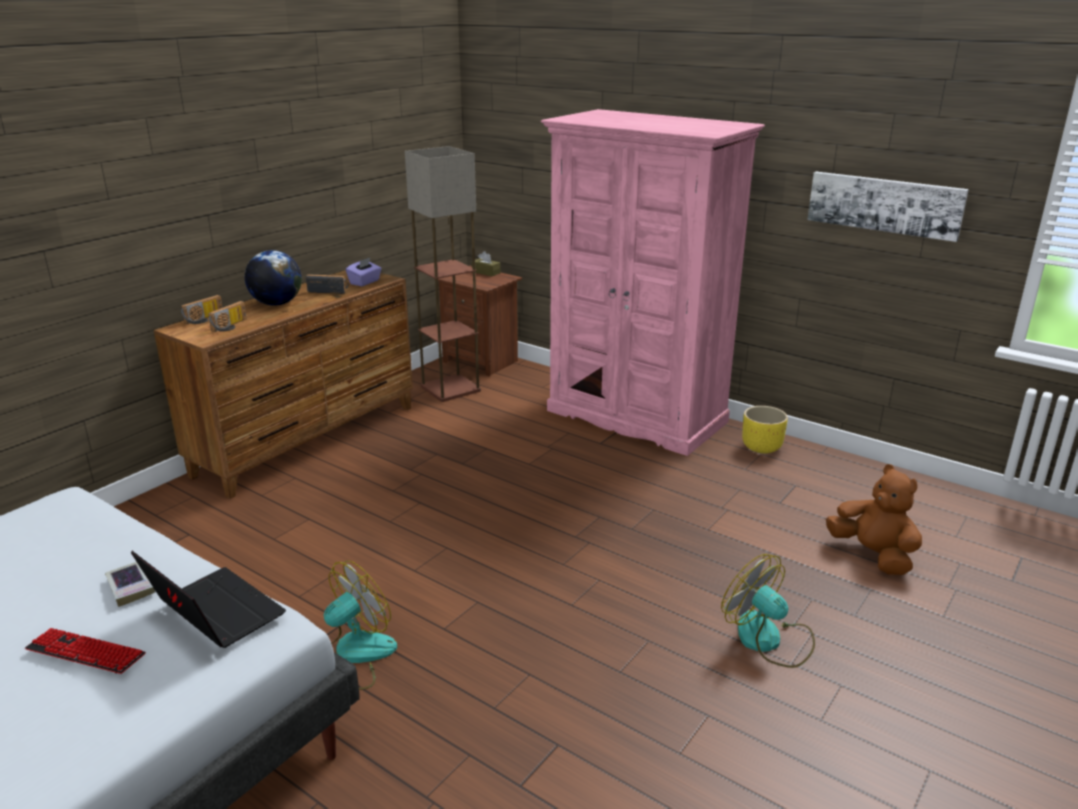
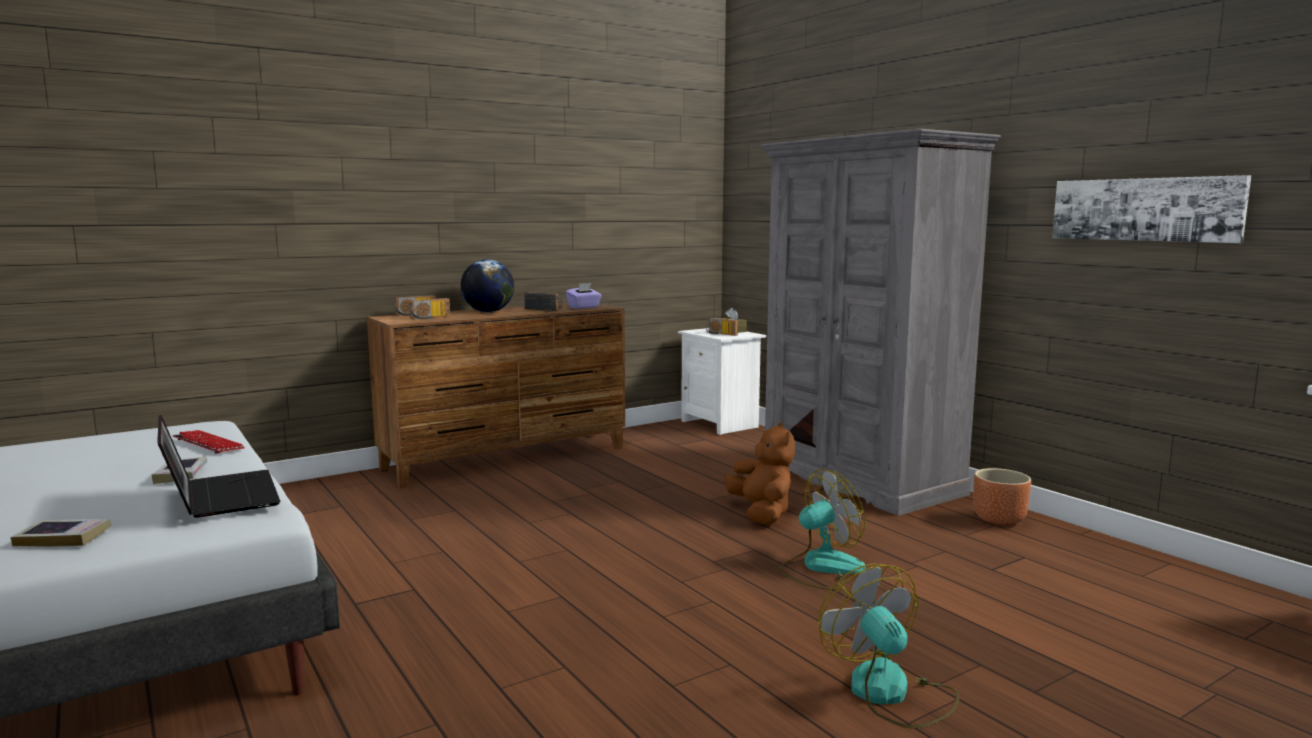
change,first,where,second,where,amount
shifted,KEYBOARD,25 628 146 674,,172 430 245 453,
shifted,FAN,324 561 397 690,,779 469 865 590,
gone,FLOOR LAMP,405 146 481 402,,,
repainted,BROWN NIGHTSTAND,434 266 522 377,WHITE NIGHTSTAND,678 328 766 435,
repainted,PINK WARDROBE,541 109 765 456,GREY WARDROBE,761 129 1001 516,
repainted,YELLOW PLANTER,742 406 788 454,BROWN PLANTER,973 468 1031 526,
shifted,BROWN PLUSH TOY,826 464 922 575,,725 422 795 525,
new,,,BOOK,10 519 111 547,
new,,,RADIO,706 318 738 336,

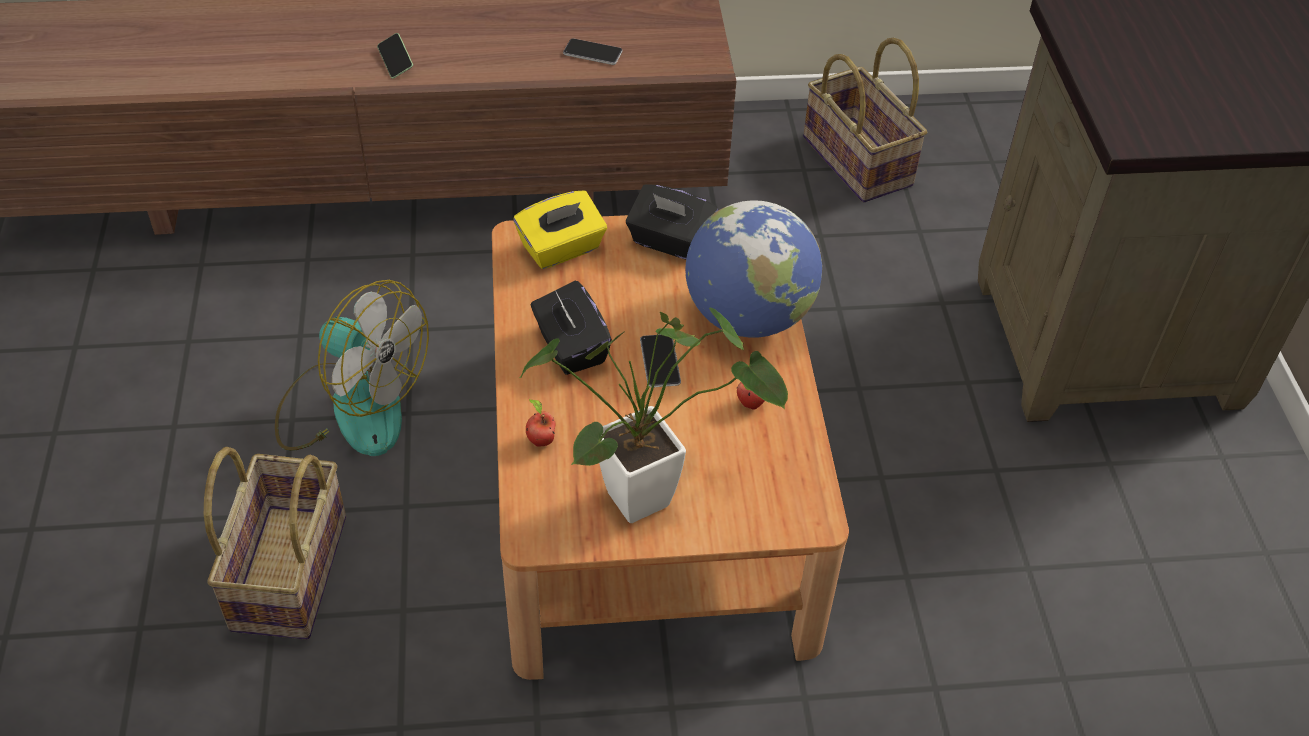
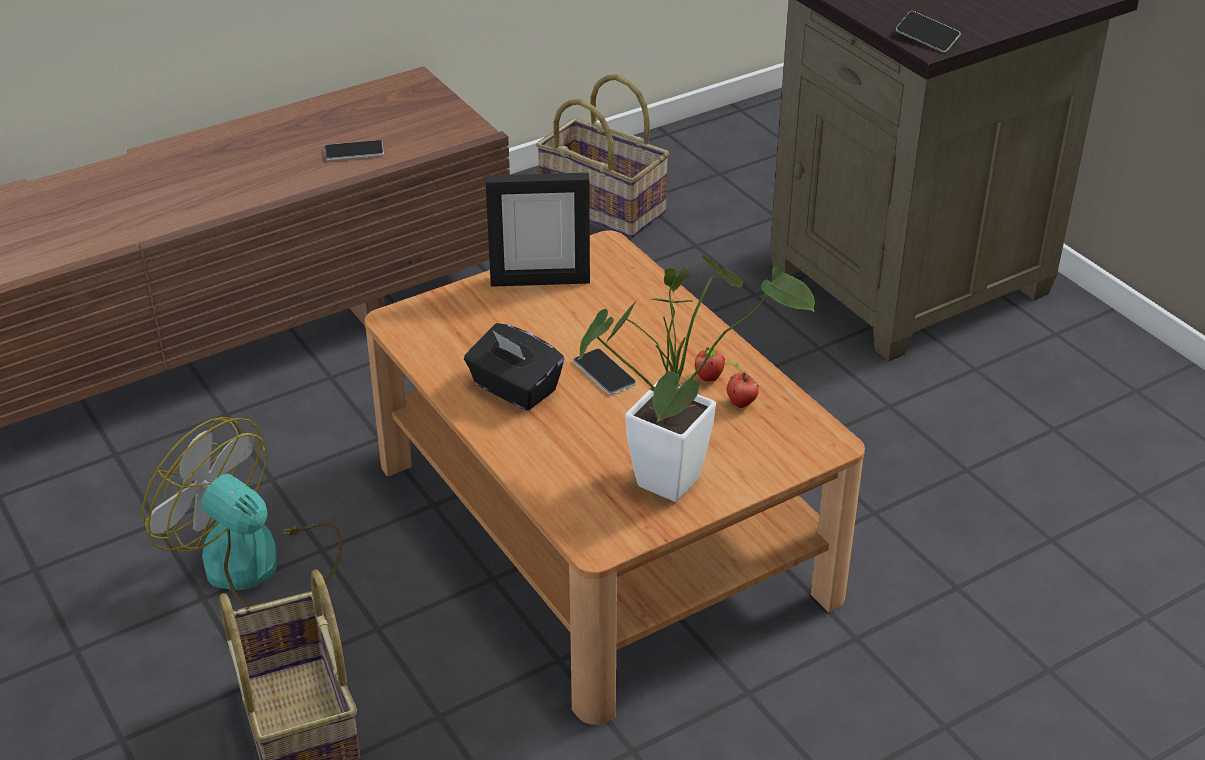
change,first,where,second,where,amount
rotated,FAN,275 280 429 456,,142 417 342 607,150 degrees counterclockwise
shifted,PHONE,377 33 413 79,,896 11 961 53,
gone,YELLOW TISSUE BOX,514 191 607 269,,,
shifted,APPLE,526 399 556 447,,725 362 759 408,
swapped,BLACK TISSUE BOX,626 185 718 259,PICTURE FRAME,486 173 590 287,
gone,GLOBE,685 200 822 338,,,

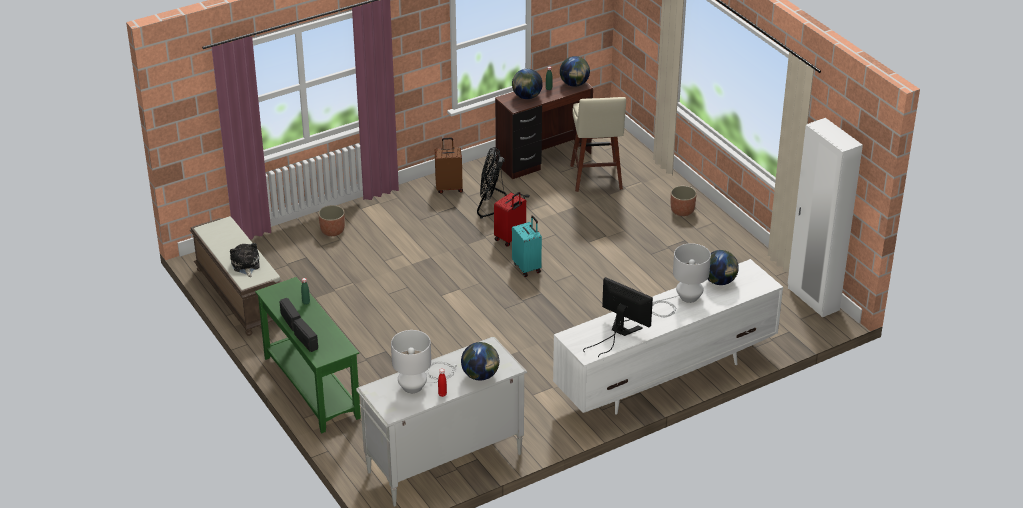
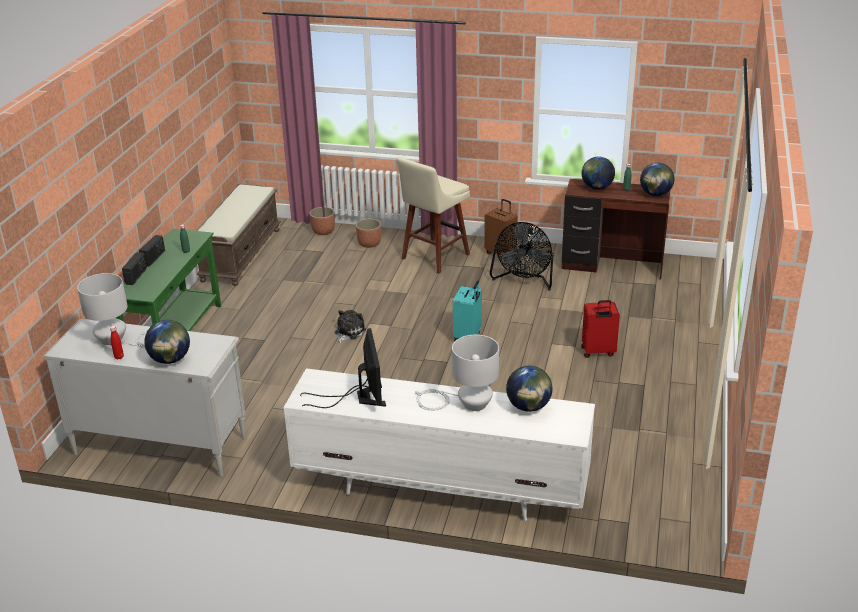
change,first,where,second,where,amount
shifted,PLUSH TOY,230 243 260 277,,335 310 366 343,
rotated,BLACK FAN,477 147 529 218,,490 222 554 291,120 degrees counterclockwise
shifted,RED SUITCASE,494 192 526 246,,581 300 620 358,
shifted,BEIGE STOOL,570 97 626 192,,397 157 470 274,
shifted,PLANTER,671 186 697 216,,310 207 335 235,
gone,WHITE WARDROBE,787 118 863 317,,,

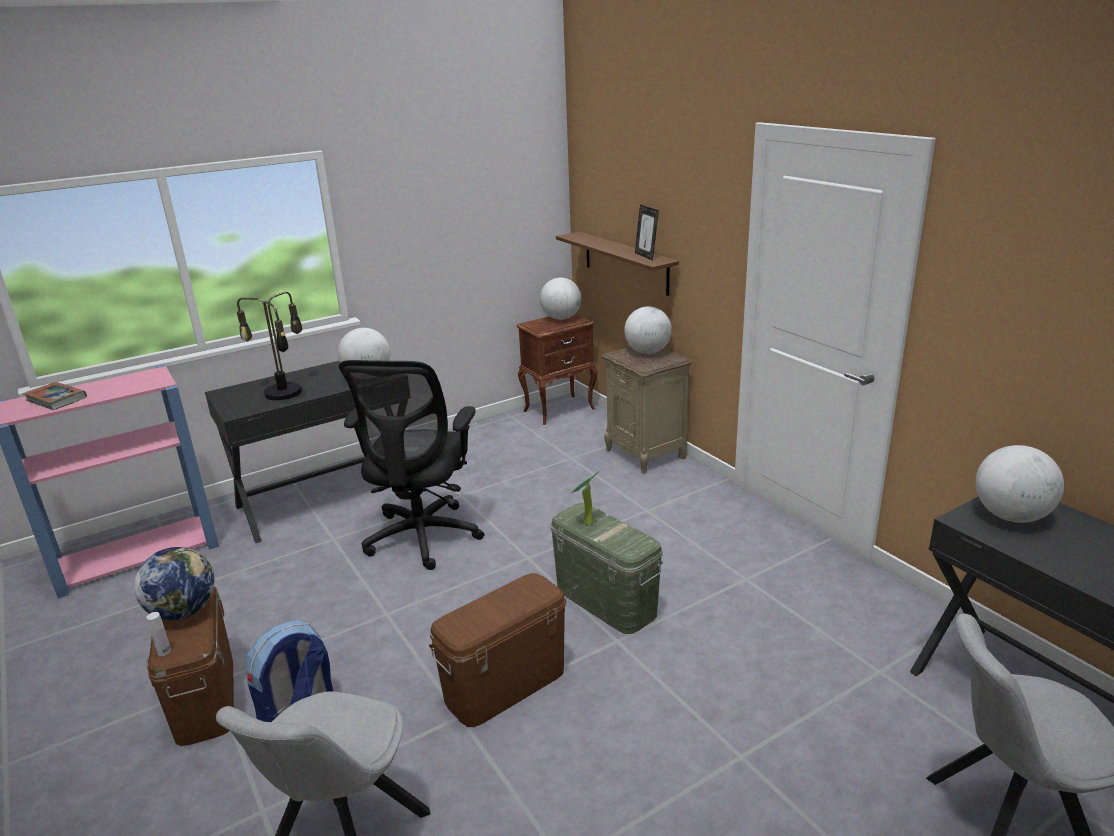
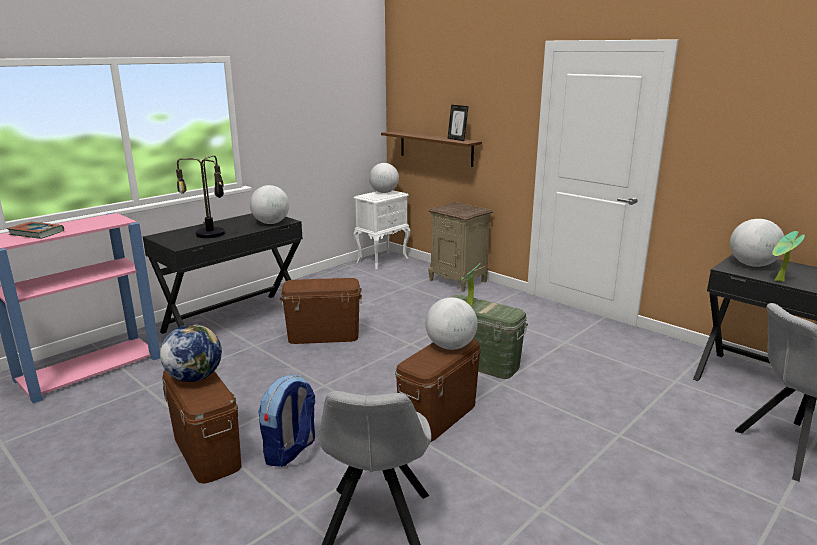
change,first,where,second,where,amount
gone,WHITE BOTTLE,146 612 171 656,,,
swapped,BLACK OFFICE CHAIR,339 360 485 570,BROWN STORAGE BOX,280 278 362 344,
repainted,BROWN NIGHTSTAND,517 314 598 425,WHITE NIGHTSTAND,353 190 410 269,
shifted,GLOBE,624 306 672 354,,425 298 478 350,
new,,,POTTED PLANT,772 231 805 282,

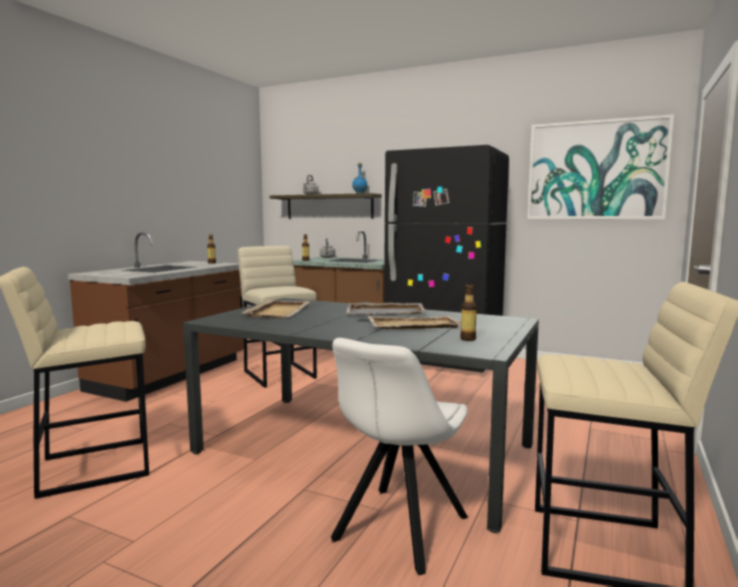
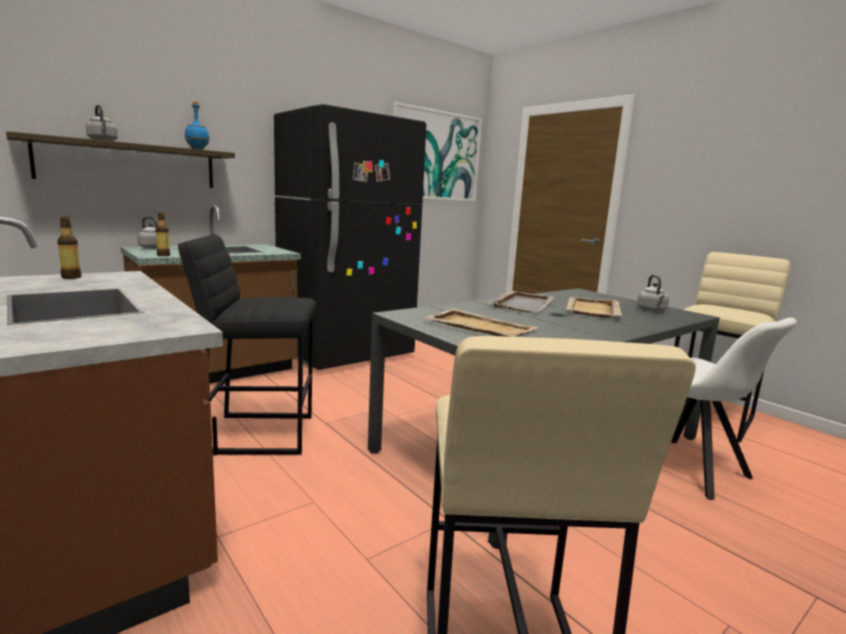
change,first,where,second,where,amount
repainted,BEIGE STOOL,238 246 317 388,BLACK STOOL,178 234 316 455,
swapped,BOTTLE,460 284 477 341,GREY KETTLE,637 275 669 312,

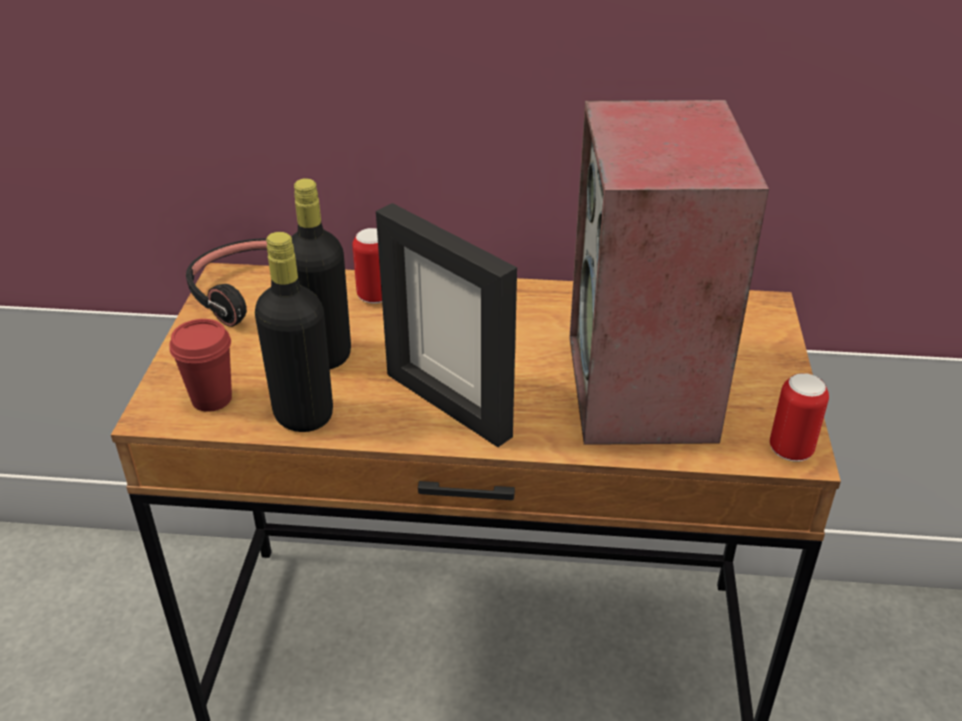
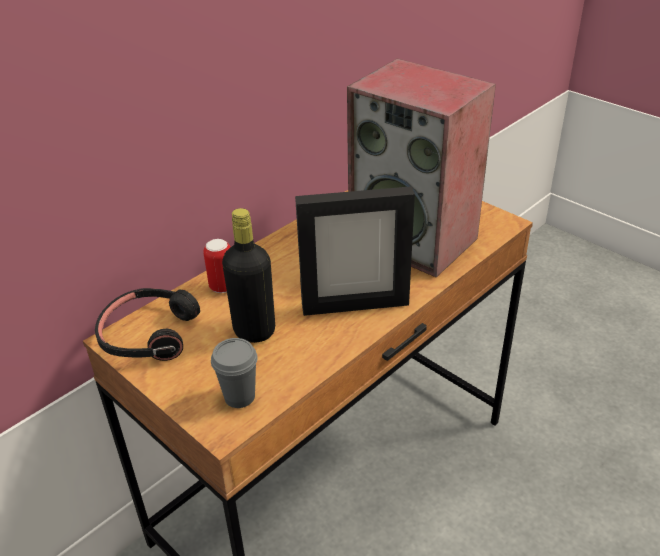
change,first,where,second,where,amount
repainted,RED CUP,169 319 232 412,GREY CUP,211 338 258 408,
gone,BLACK BOTTLE,255 232 333 432,,,
gone,CAN,770 373 829 462,,,

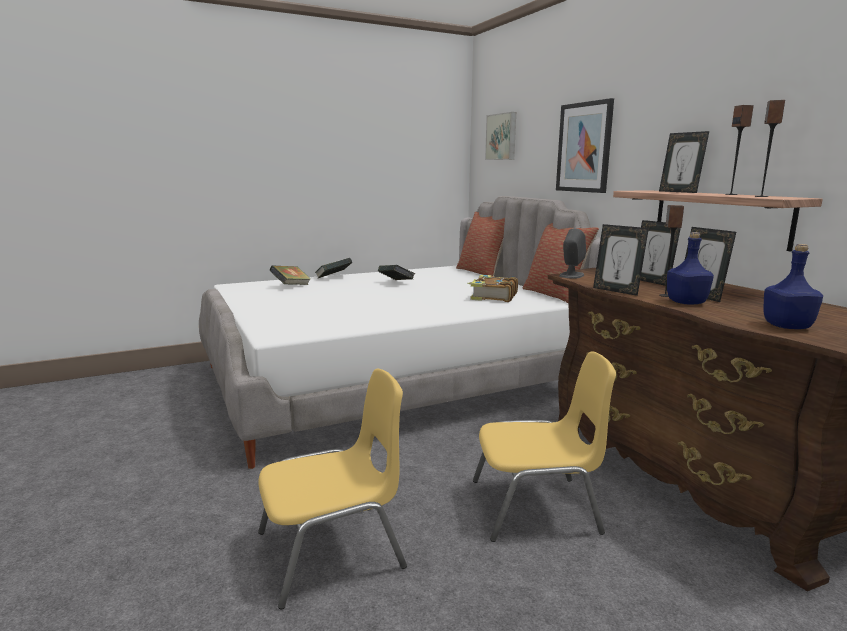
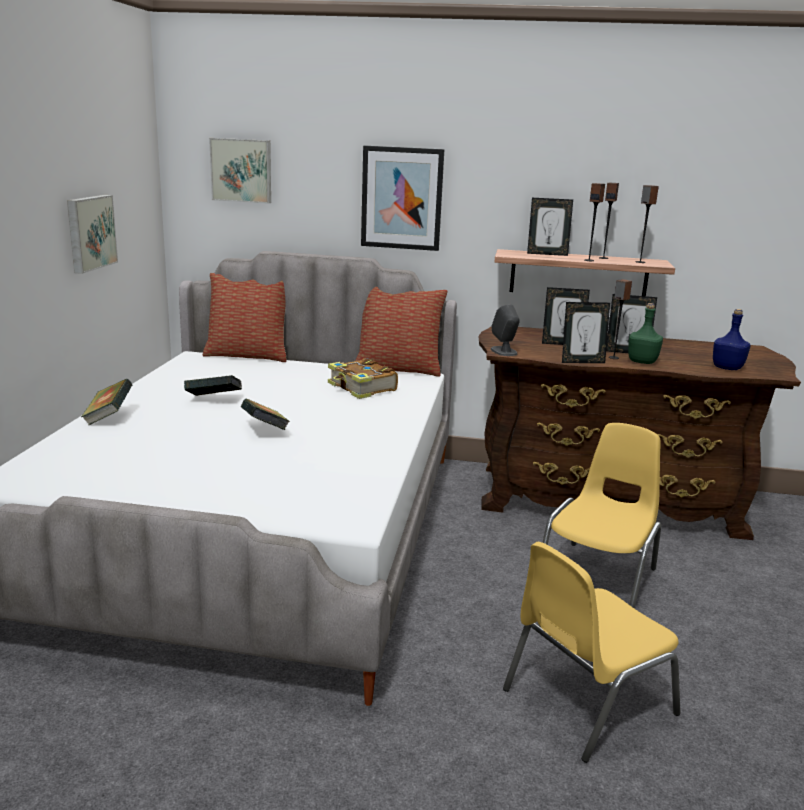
change,first,where,second,where,amount
rotated,YELLOW CHAIR,258 369 407 609,,503 542 680 763,135 degrees counterclockwise
shifted,BOOK,270 265 311 285,,241 399 290 430,
repainted,BLUE BOTTLE,667 232 714 304,GREEN BOTTLE,628 303 663 364,
new,,,PICTURE,67 195 118 274,
new,,,SPEAKER,585 183 605 261,

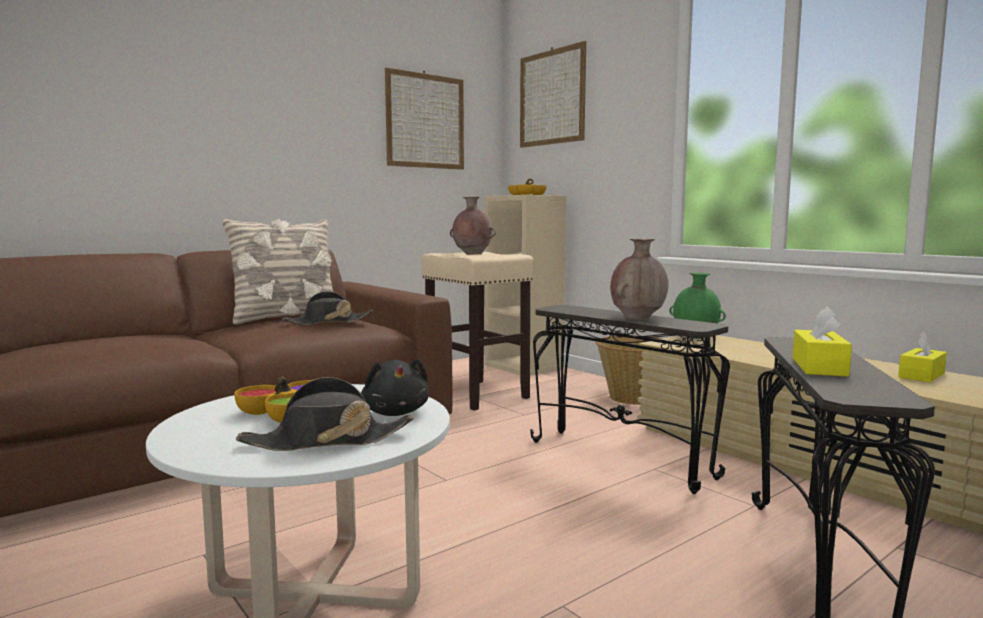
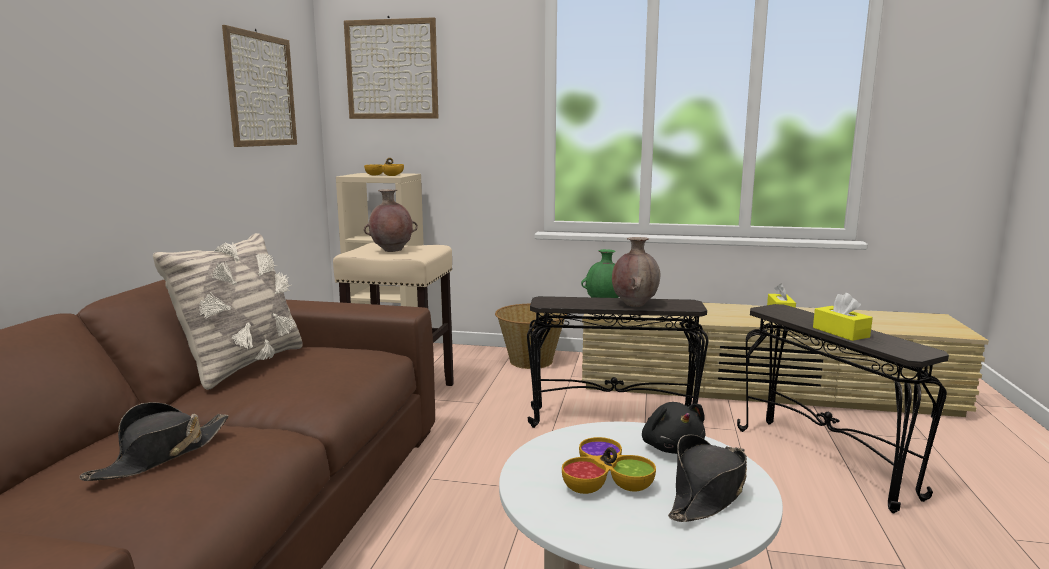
change,first,where,second,where,amount
shifted,BLACK HAT,282 291 373 325,,80 402 229 481,
rotated,BLACK PLUSH TOY,361 359 429 416,,642 402 705 454,45 degrees clockwise

